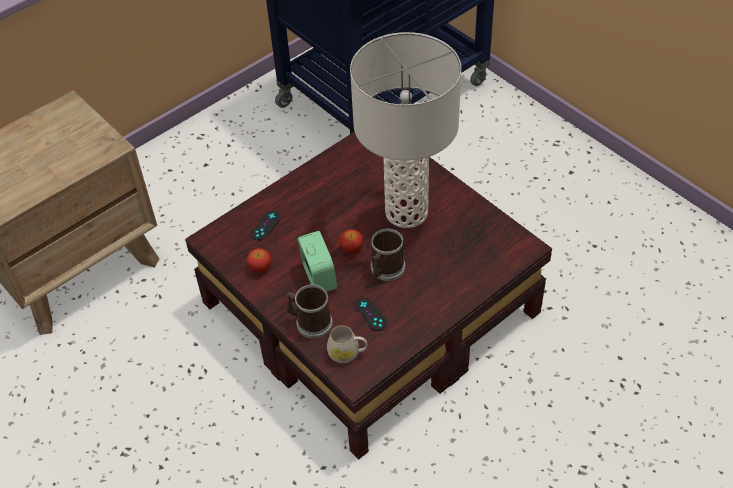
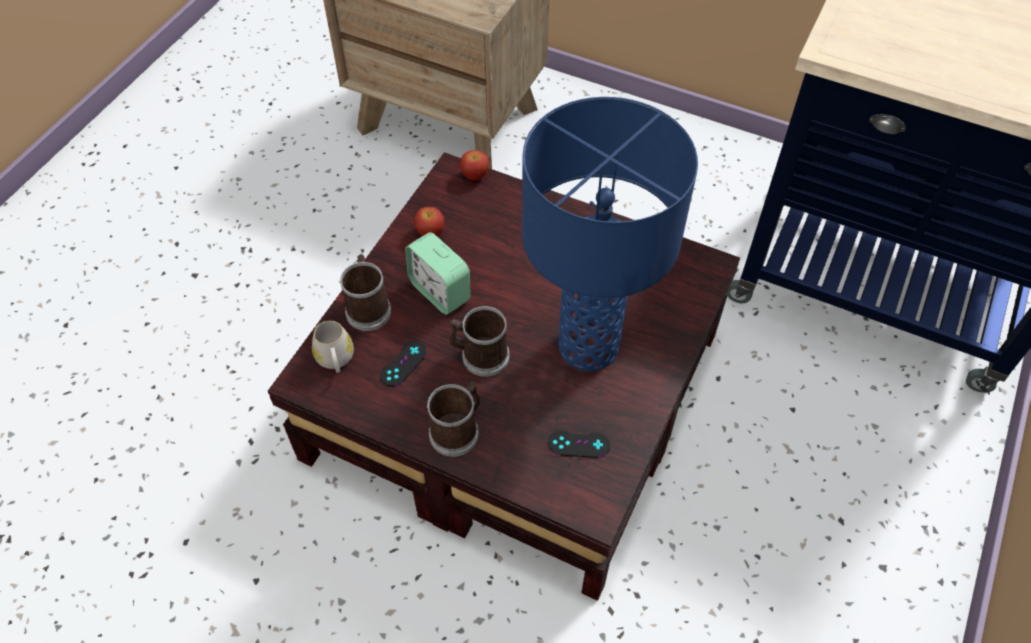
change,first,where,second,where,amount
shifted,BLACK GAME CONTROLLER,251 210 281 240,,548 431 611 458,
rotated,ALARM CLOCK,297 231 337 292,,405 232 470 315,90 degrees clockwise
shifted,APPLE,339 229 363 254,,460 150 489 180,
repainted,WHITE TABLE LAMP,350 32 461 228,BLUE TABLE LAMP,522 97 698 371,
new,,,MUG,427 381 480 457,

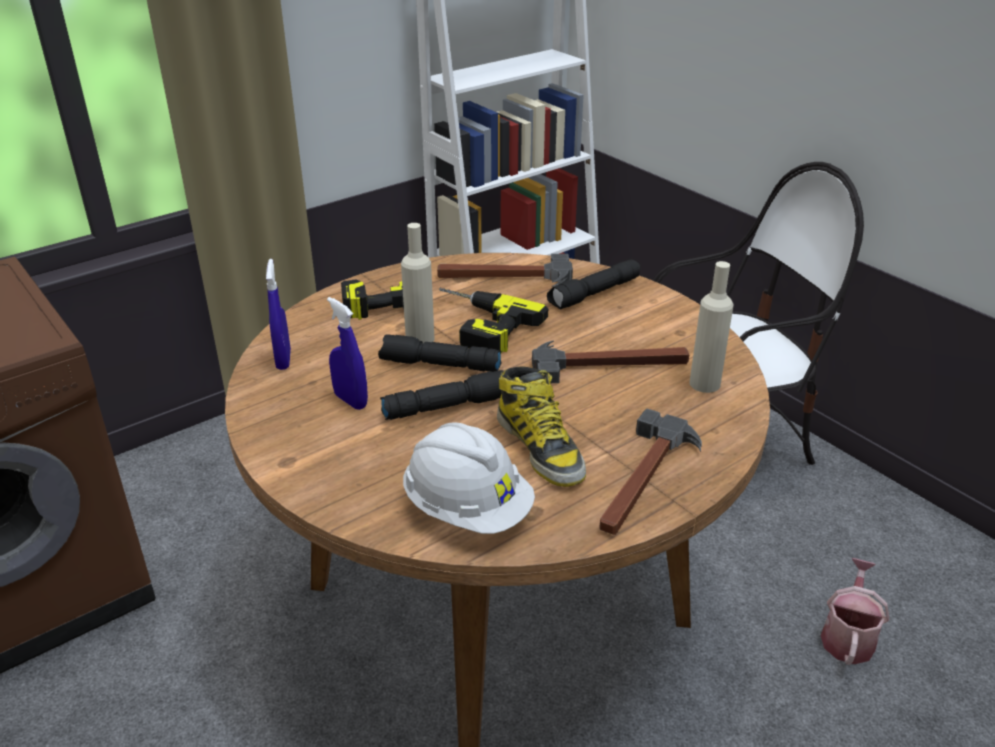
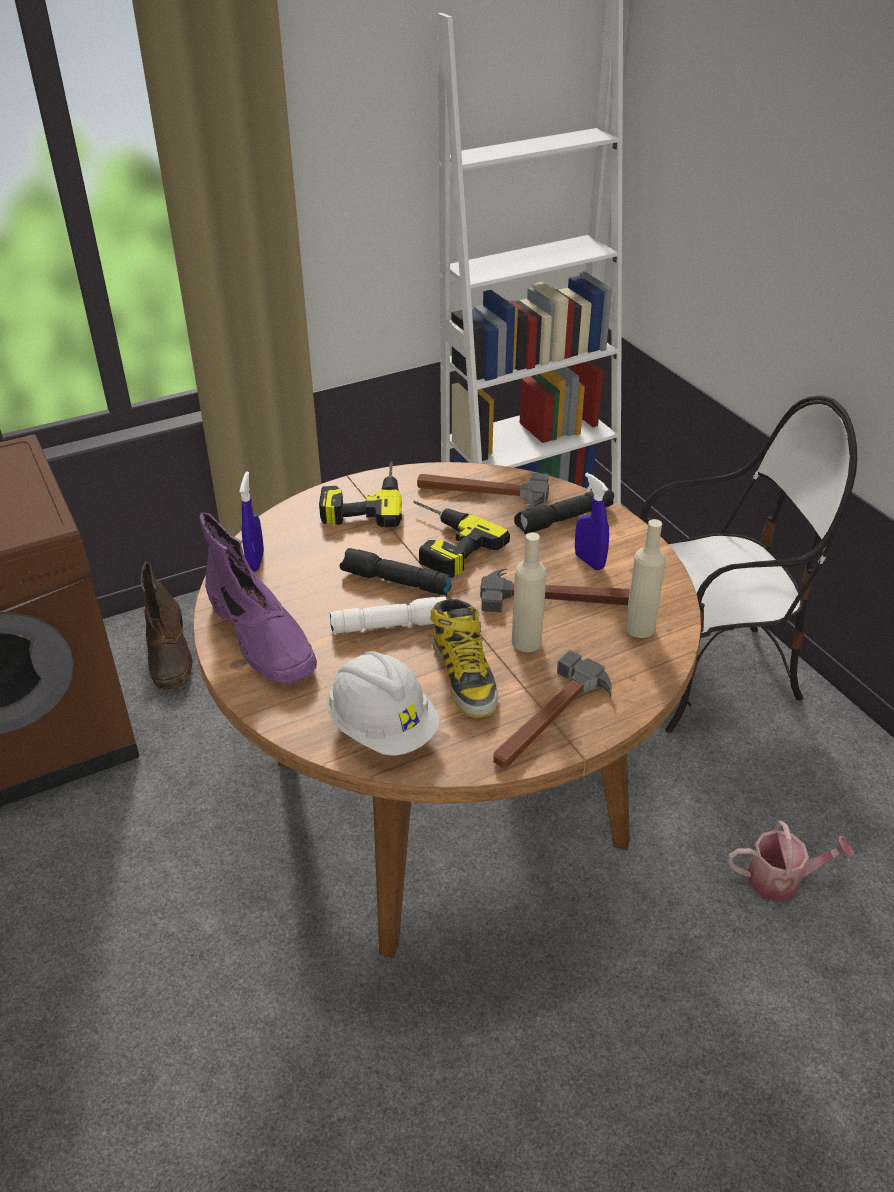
change,first,where,second,where,amount
shifted,BLUE SPRAY BOTTLE,327 297 368 410,,575 473 609 570,
repainted,BLACK FLASHLIGHT,380 370 503 420,WHITE FLASHLIGHT,329 597 447 633,
shifted,BEIGE BOTTLE,401 223 434 343,,512 532 547 652,
rotated,WATERING CAN,821 558 889 665,,728 821 854 902,60 degrees clockwise
new,,,BROWN BOOT,141 562 193 690,
new,,,PURPLE BOOT,200 513 317 684,

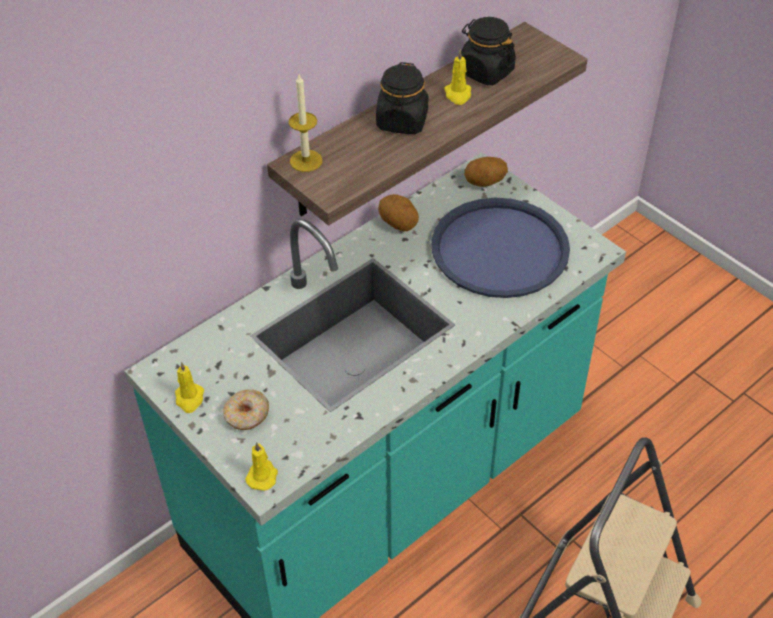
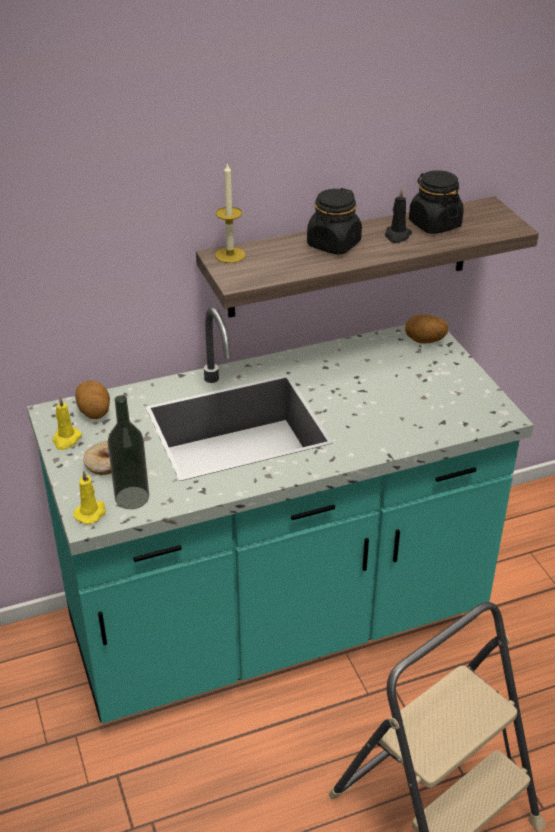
change,first,where,second,where,amount
shifted,POTATO,378 194 419 231,,75 380 110 419,
gone,BLUE TRAY,431 198 570 298,,,
repainted,YELLOW CANDLE,444 49 471 105,BLACK CANDLE,385 188 412 243,
new,,,BOTTLE,108 395 149 509,

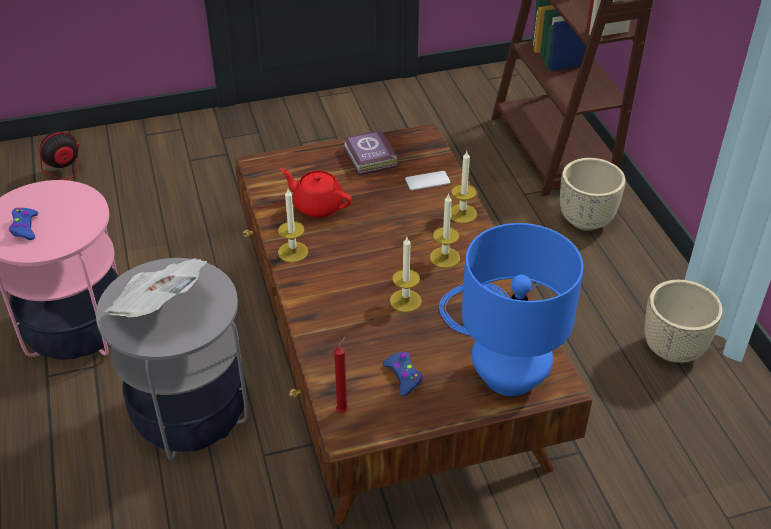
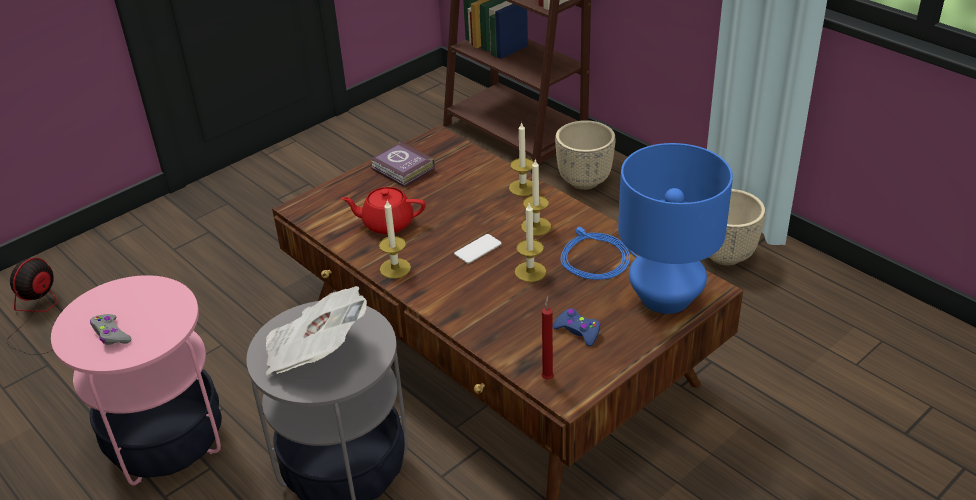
change,first,where,second,where,amount
repainted,BLUE GAME CONTROLLER,9 208 38 240,GREY GAME CONTROLLER,90 314 131 345,
shifted,PHONE,405 171 450 190,,454 234 502 264,

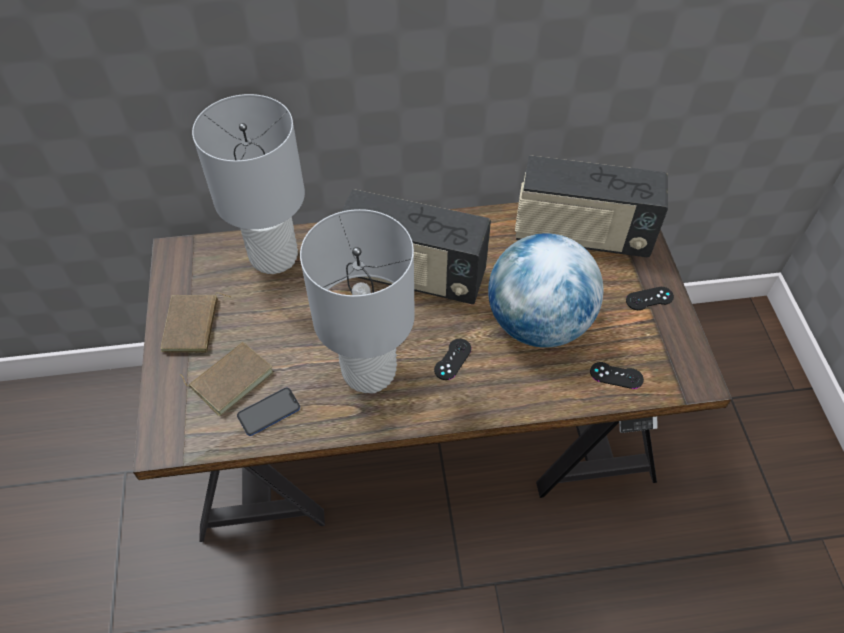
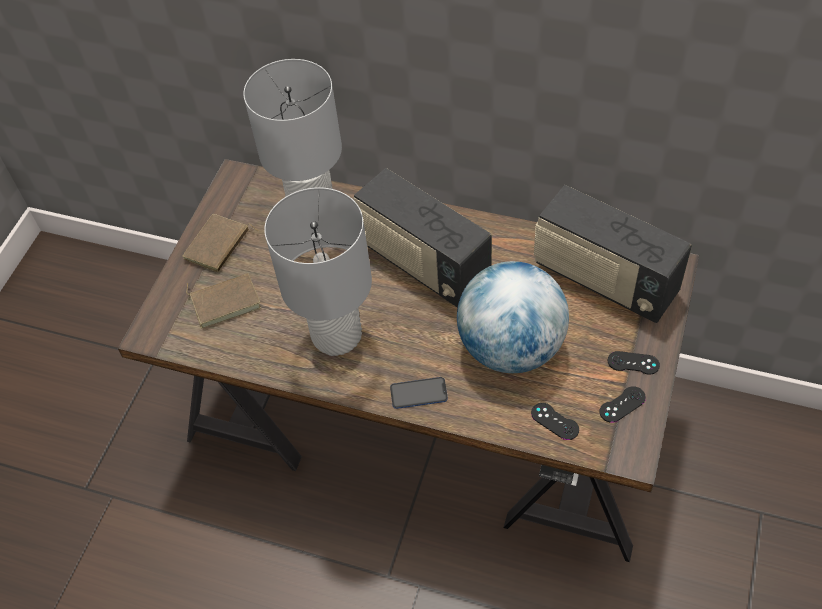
change,first,where,second,where,amount
shifted,PHONE,237 388 300 436,,390 377 448 409,
shifted,BLACK GAME CONTROLLER,434 339 471 380,,599 386 646 423,

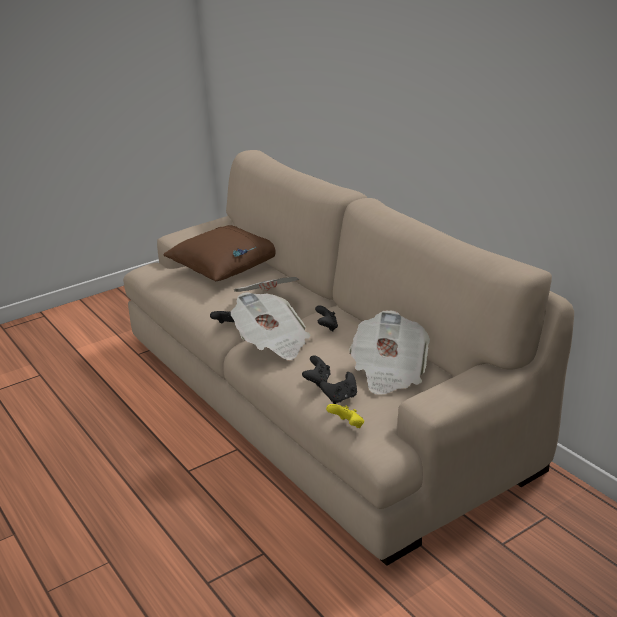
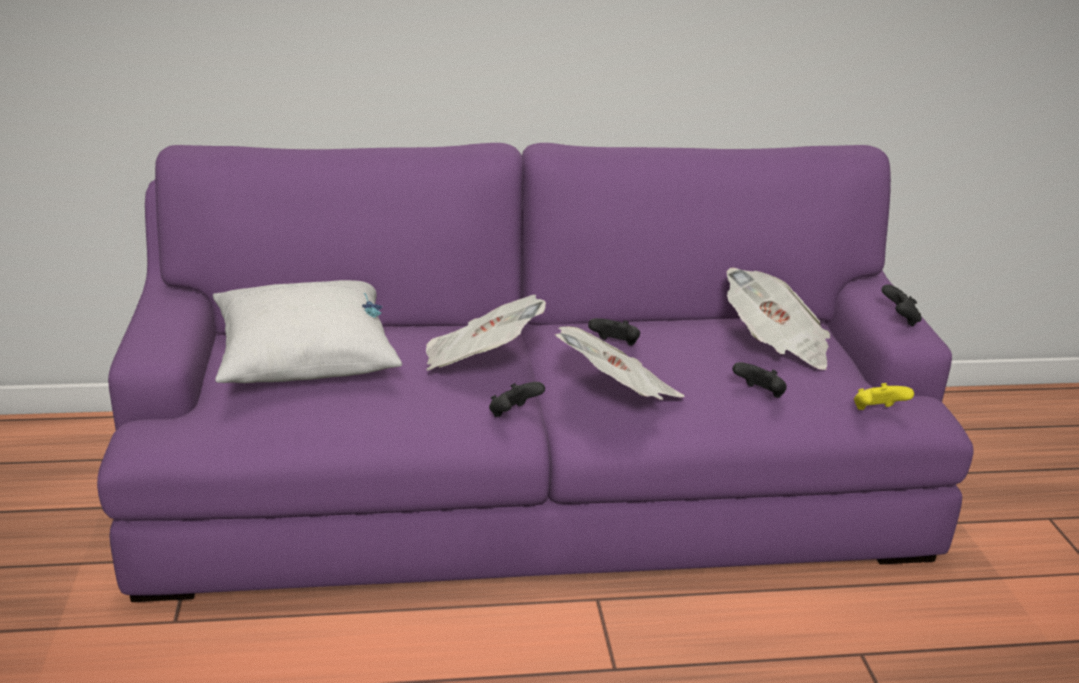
change,first,where,second,where,amount
repainted,BEIGE SOFA,123 150 574 566,PURPLE SOFA,97 143 973 602,
repainted,BROWN PILLOW,163 225 276 281,GREY PILLOW,213 280 402 383,
shifted,BLACK GAME CONTROLLER,320 372 357 404,,881 284 922 327,

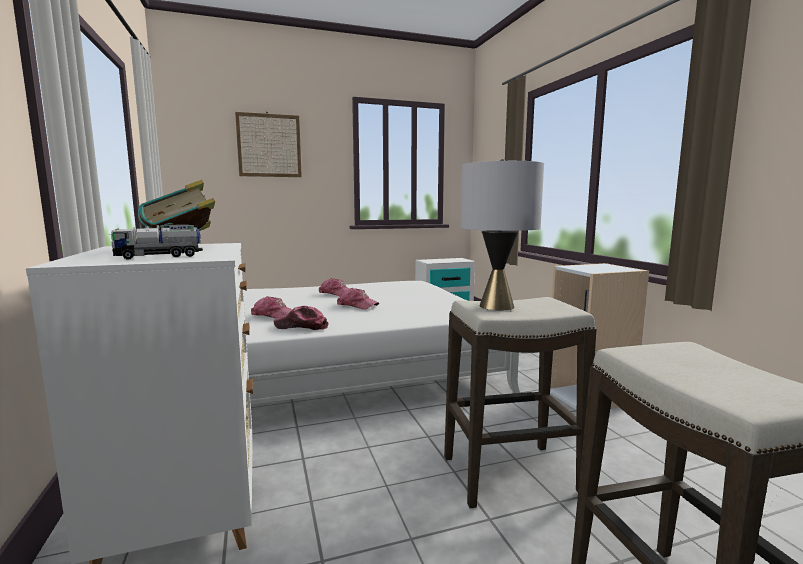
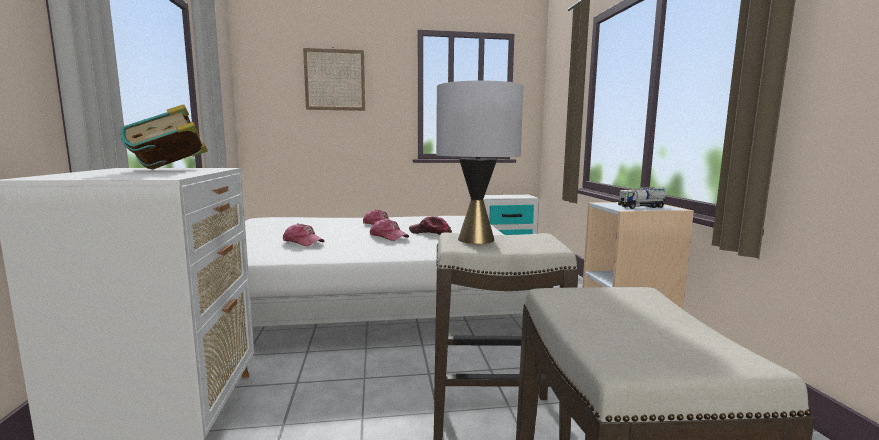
change,first,where,second,where,amount
shifted,TOY TRUCK,111 224 203 259,,618 187 667 209,
shifted,CAP,274 306 328 330,,409 216 452 235,

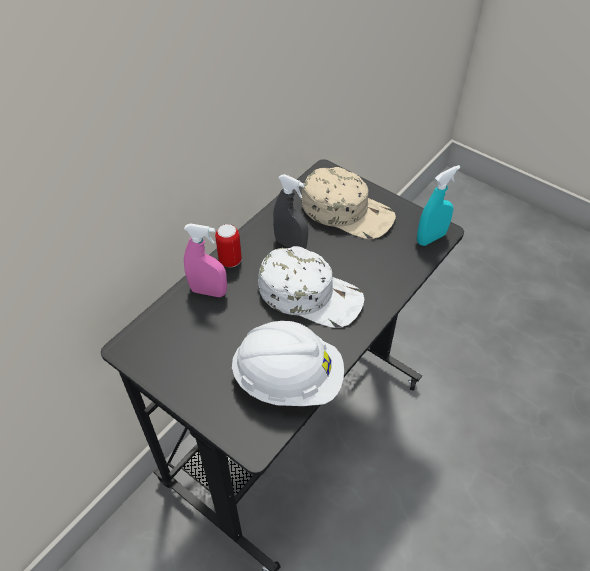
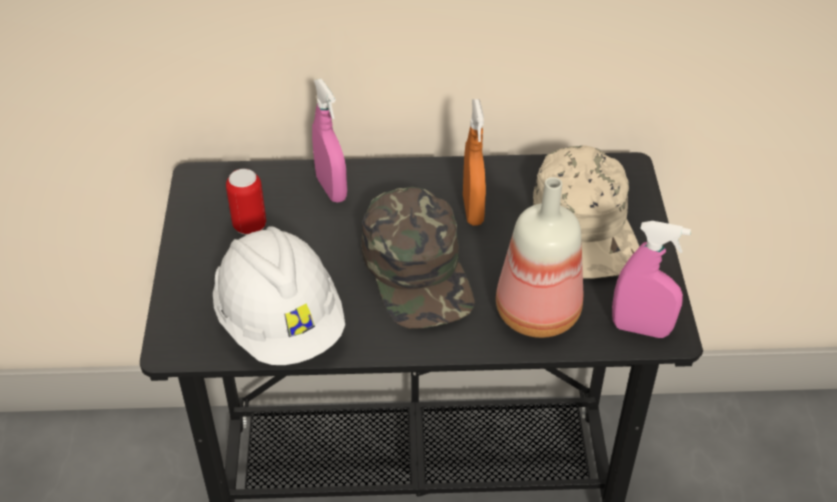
change,first,where,second,where,amount
shifted,CAN,215 224 242 268,,226 169 266 235,
repainted,WHITE CAP,258 246 364 328,GREEN CAP,361 187 475 329,
repainted,GREY SPRAY BOTTLE,273 174 308 249,ORANGE SPRAY BOTTLE,463 99 486 226,
repainted,TURQUOISE SPRAY BOTTLE,417 165 460 246,PINK SPRAY BOTTLE,612 221 691 338,
new,,,BOTTLE,496 177 583 338,

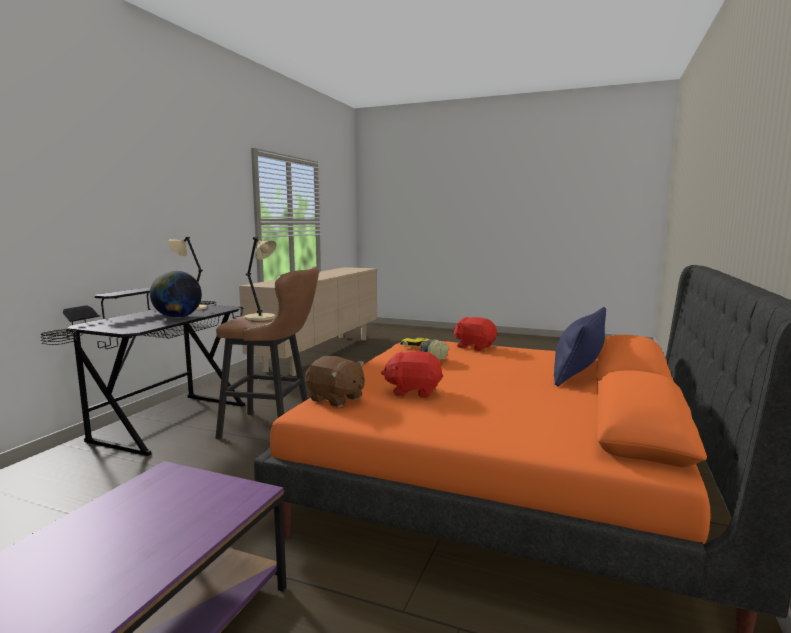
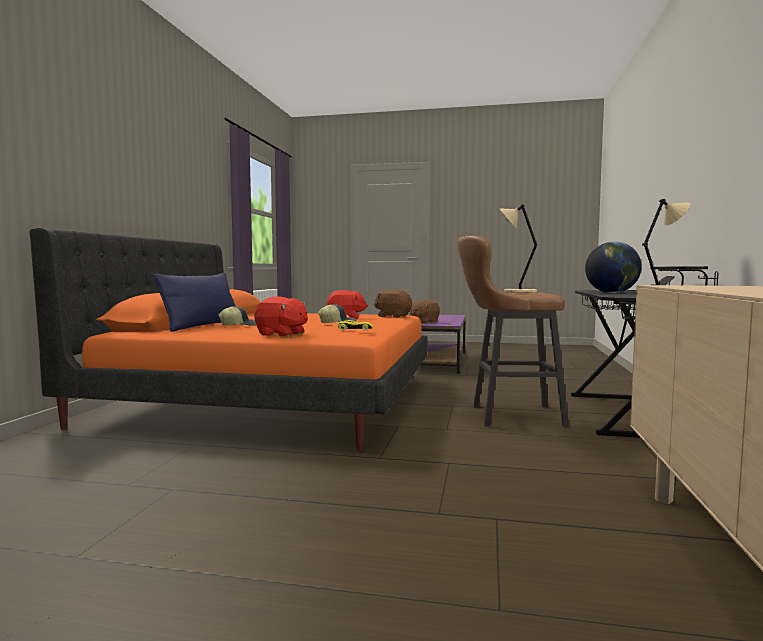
change,first,where,second,where,amount
new,,,CAP,218 306 256 326,
new,,,BROWN PLUSH TOY,409 300 440 324,

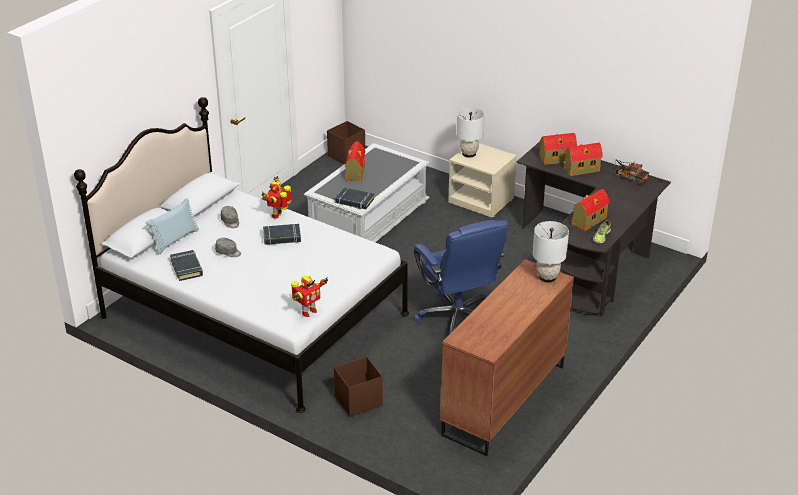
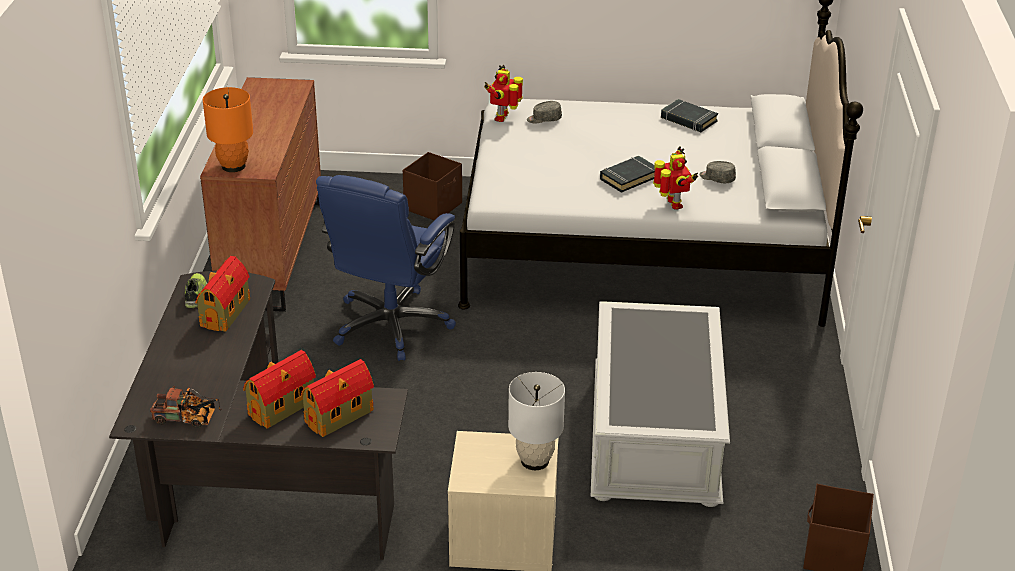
change,first,where,second,where,amount
gone,BLUE PILLOW,145 198 199 255,,,
shifted,GREY CAP,215 238 241 257,,527 101 562 123,
gone,BLACK BOOK,335 187 374 209,,,
gone,TOY HOUSE,345 142 365 181,,,
rotated,BLUE OFFICE CHAIR,414 220 508 334,,316 175 456 361,105 degrees counterclockwise
repainted,WHITE TABLE LAMP,533 221 569 283,ORANGE TABLE LAMP,203 87 253 172,

